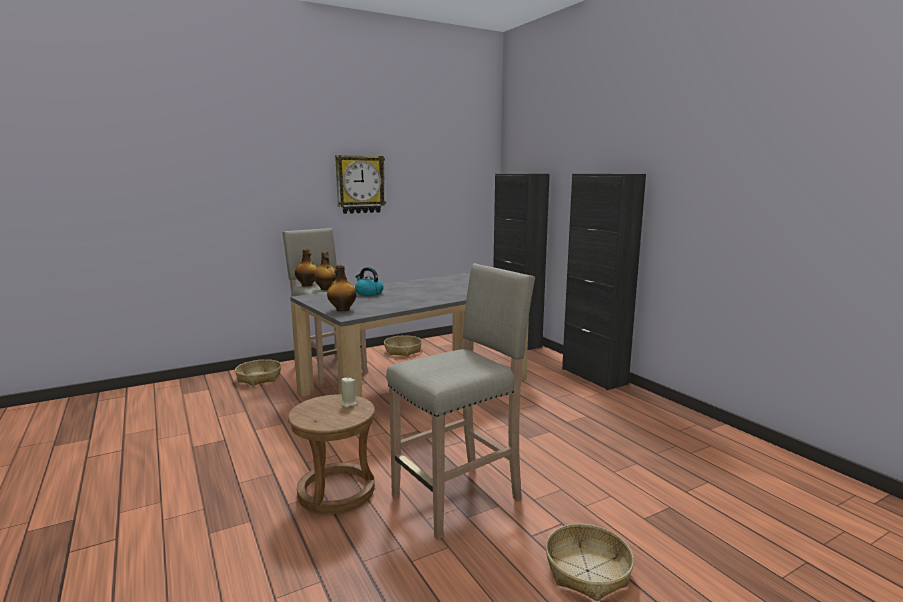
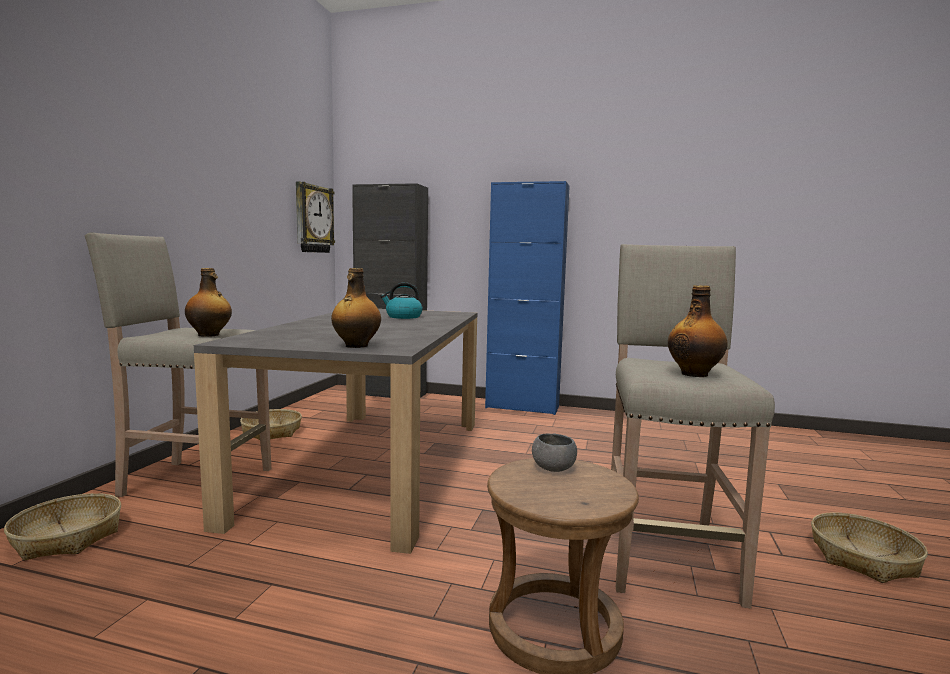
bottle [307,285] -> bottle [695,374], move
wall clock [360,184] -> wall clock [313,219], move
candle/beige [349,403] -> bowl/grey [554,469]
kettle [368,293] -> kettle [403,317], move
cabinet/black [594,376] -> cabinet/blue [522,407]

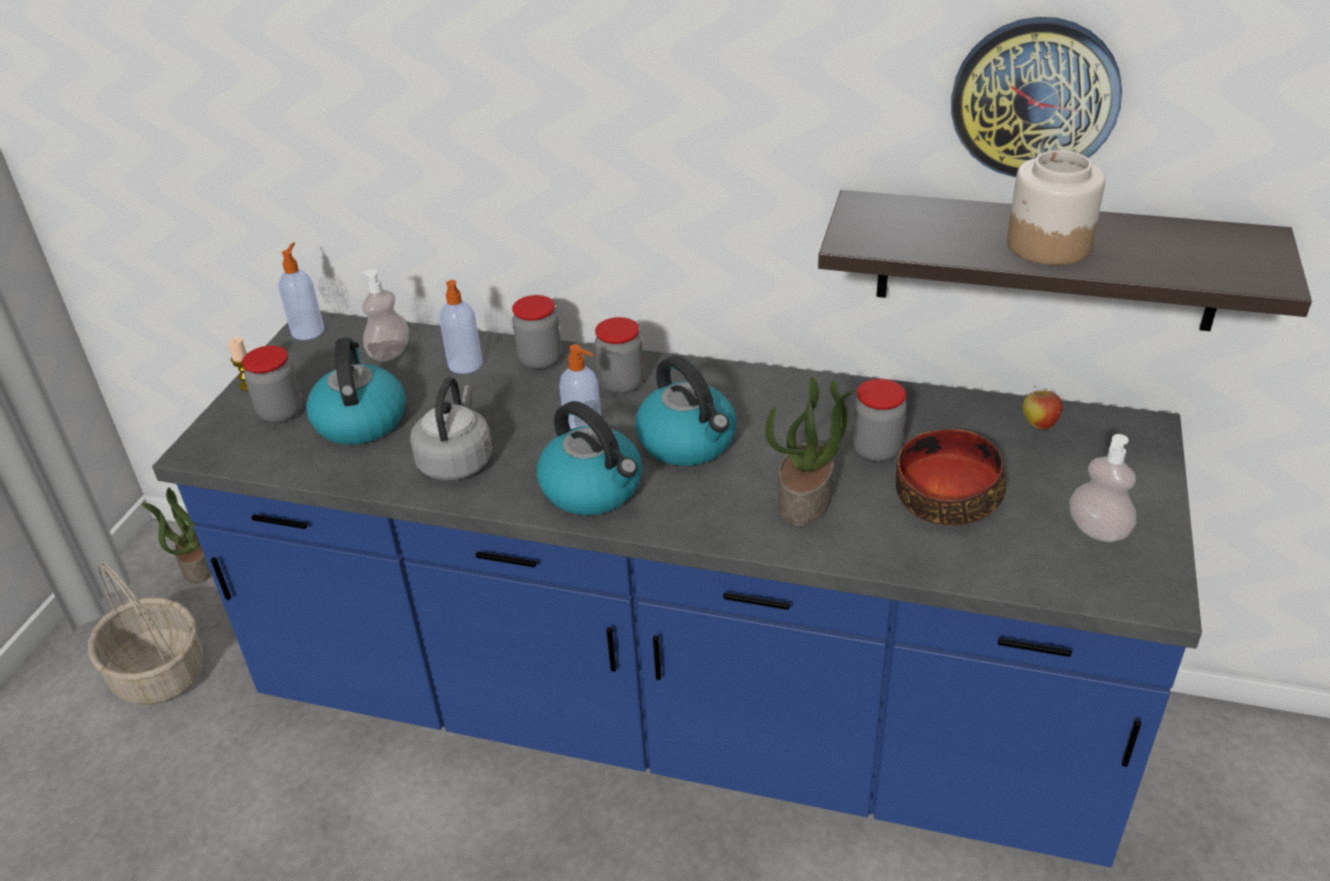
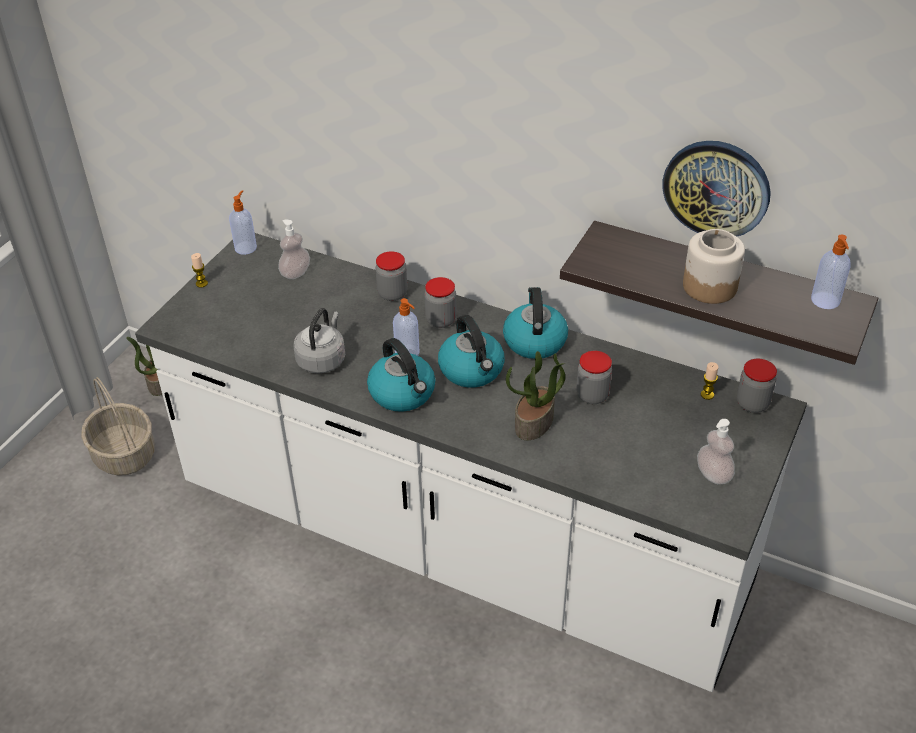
counter/blue [679,711] -> counter/white [461,540]
jar [281,412] -> jar [752,404], move
kettle [360,420] -> kettle [534,340], move
soap dispenser [465,365] -> soap dispenser [825,301], move
bowl [946,495] -> none
apple [1038,424] -> candle [707,395]

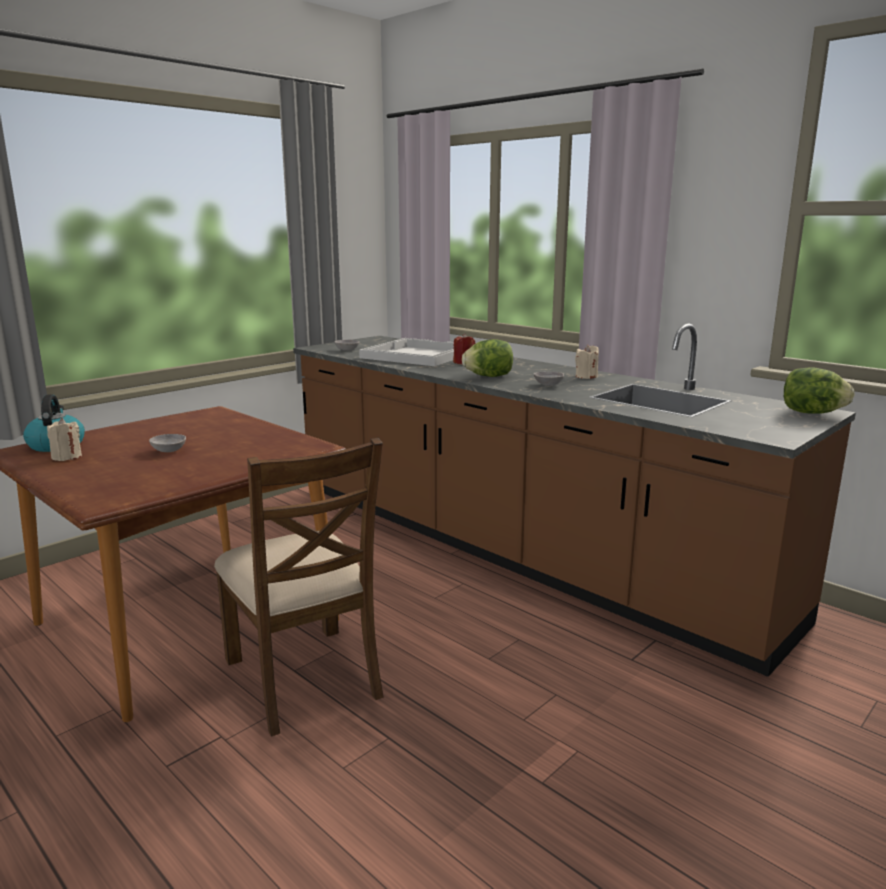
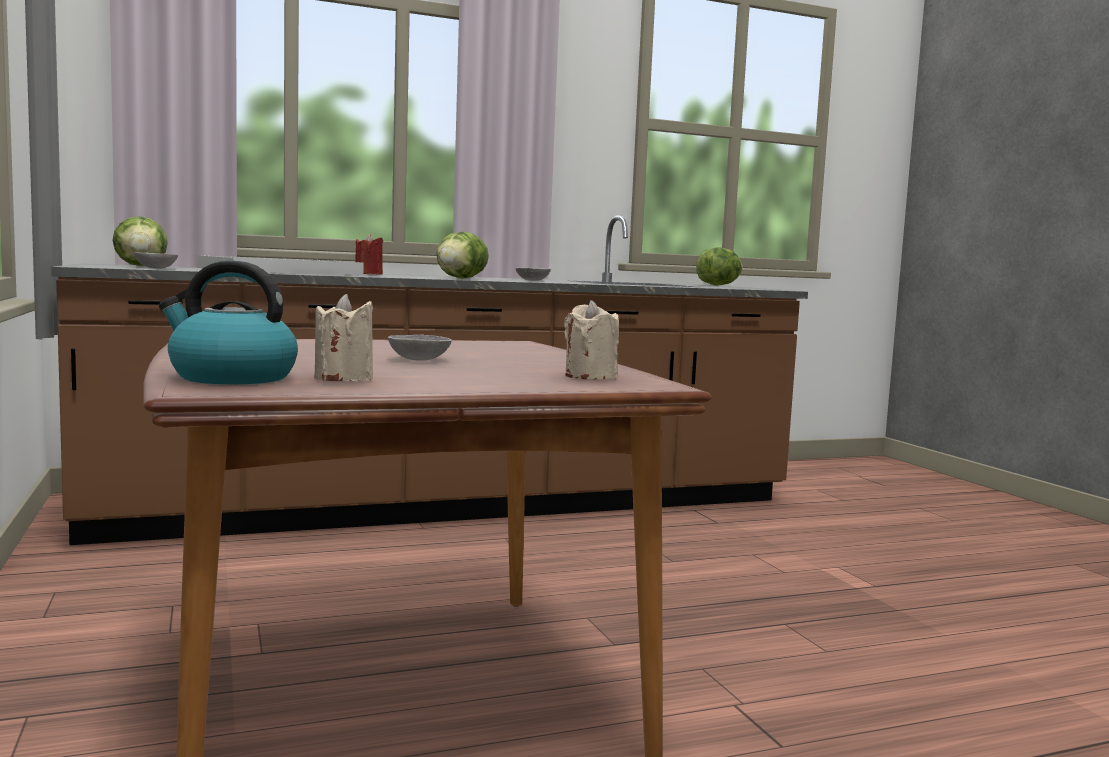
chair/brown [304,677] -> none
candle/beige [586,376] -> candle/beige [590,376], move
none -> lettuce [140,266]

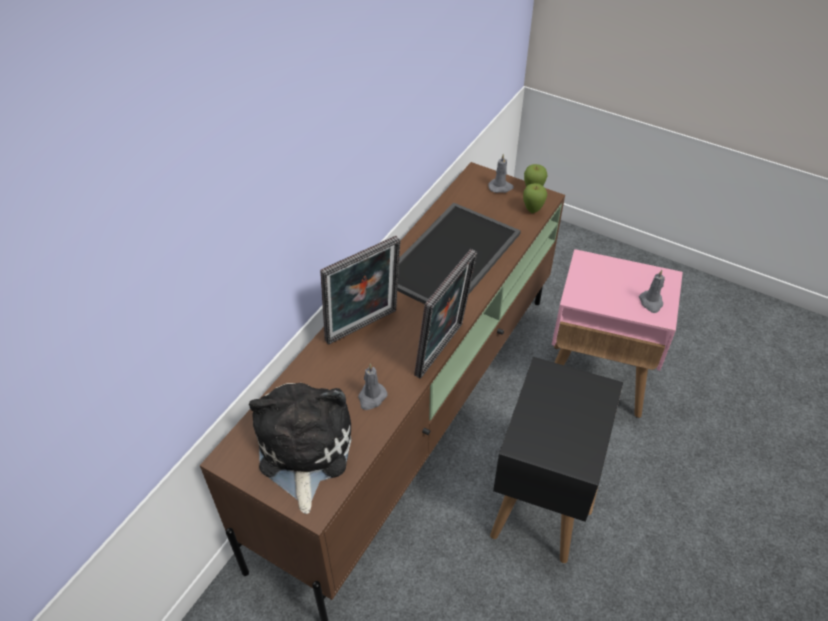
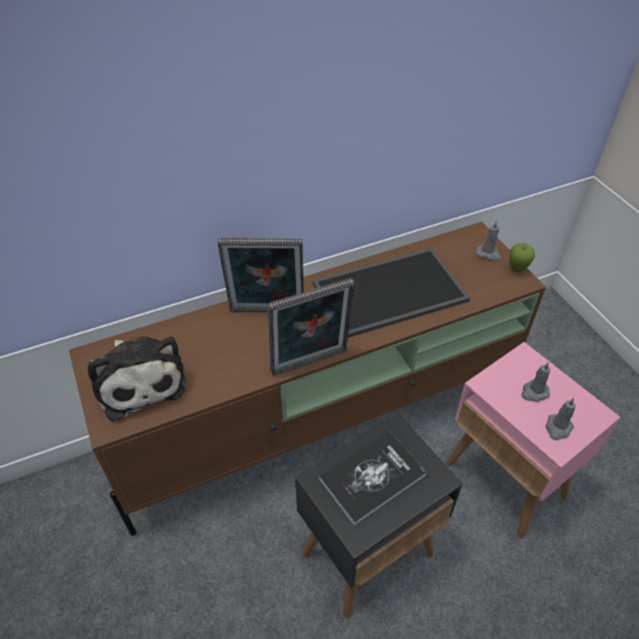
plush toy [303,451] -> plush toy [139,380], 120 degrees clockwise
candle/grey [371,397] -> candle/grey [534,392], move
apple [532,210] -> none
none -> book [372,477]

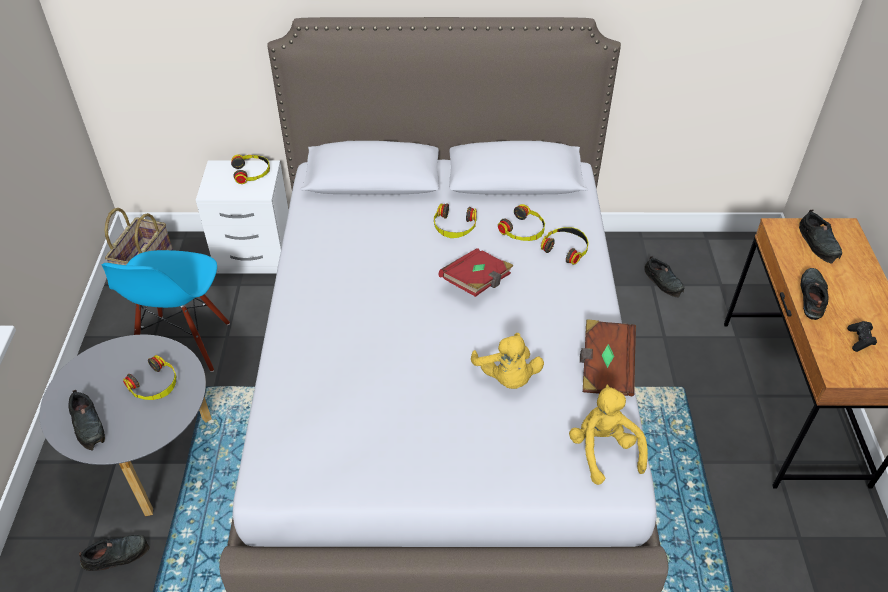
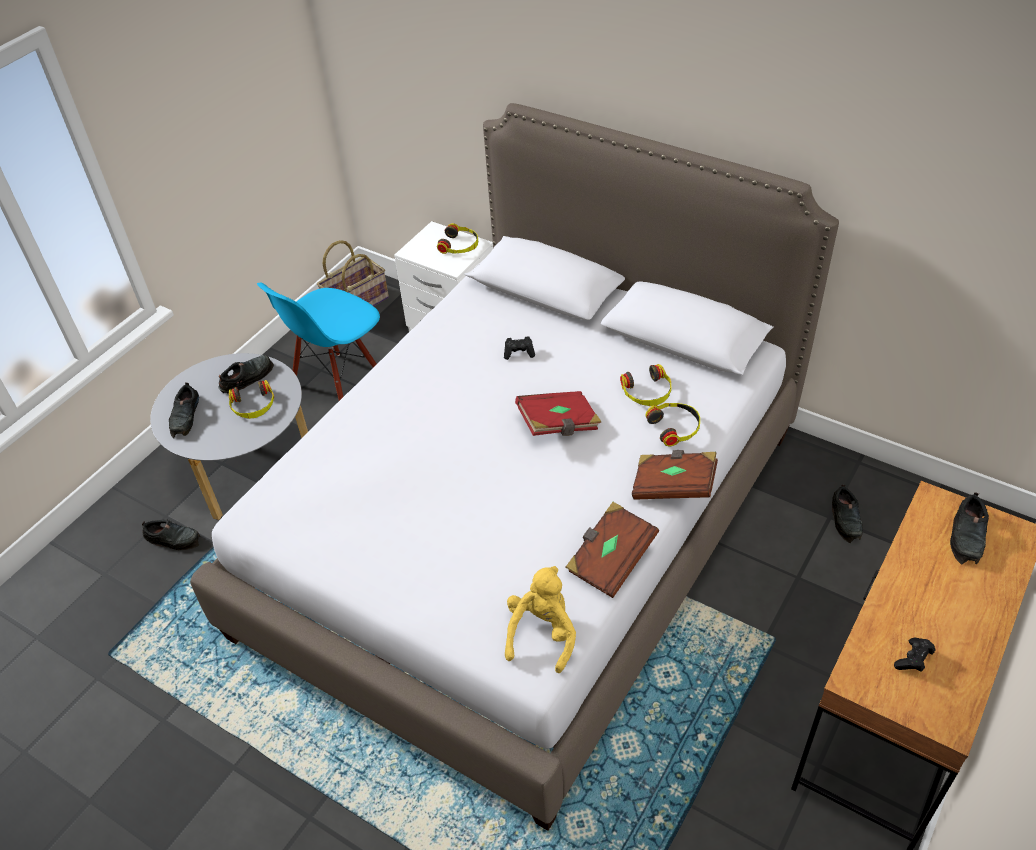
headphones [454,226] -> none
plush toy/yellow [507,377] -> none
shoe/black [811,296] -> shoe/black [247,377], move
none -> game controller/black [519,353]
none -> book/brown [673,486]

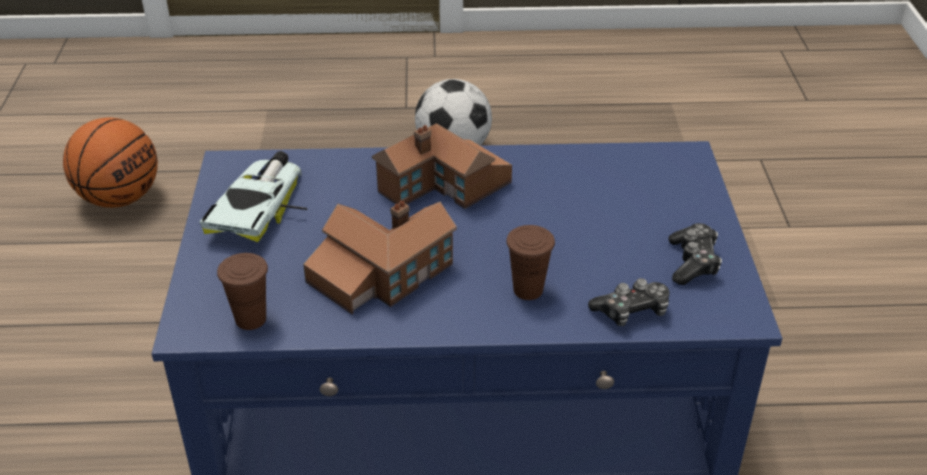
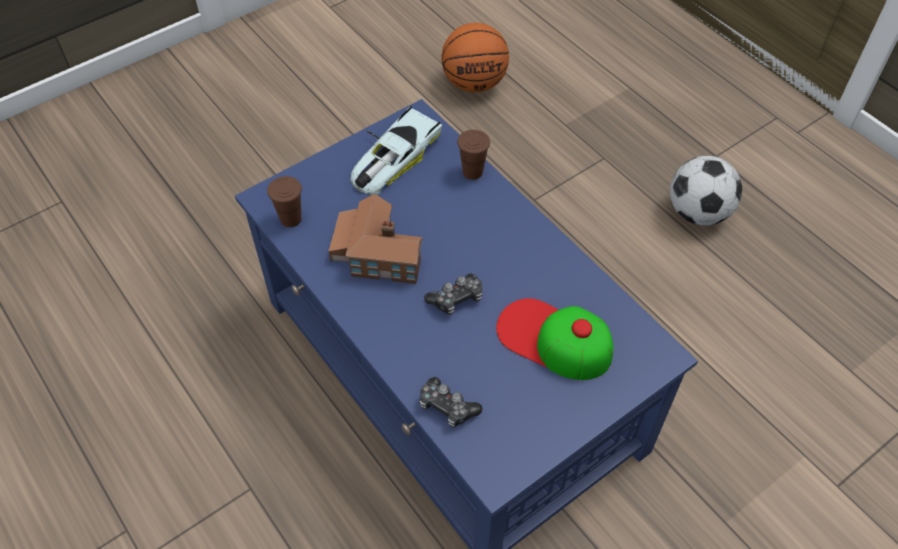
toy car [261,205] -> toy car [392,158], 150 degrees clockwise
toy house [444,186] -> none
cup/brown [528,290] -> cup/brown [472,172], move
game controller [693,262] -> game controller [456,299], move
none -> cap [554,339]

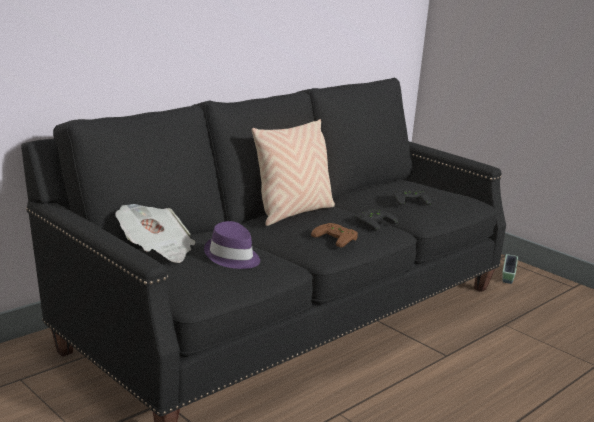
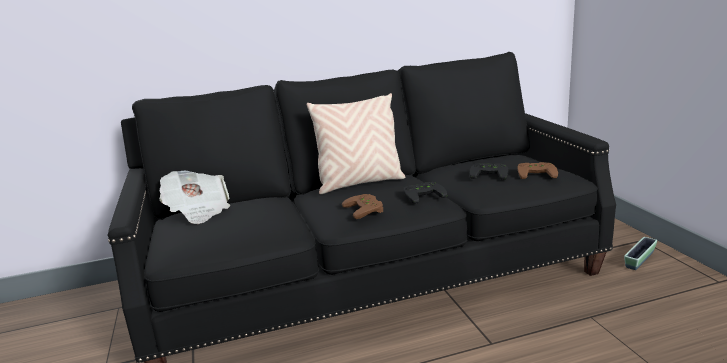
hat/purple [232,257] -> none
none -> game controller/brown [536,173]

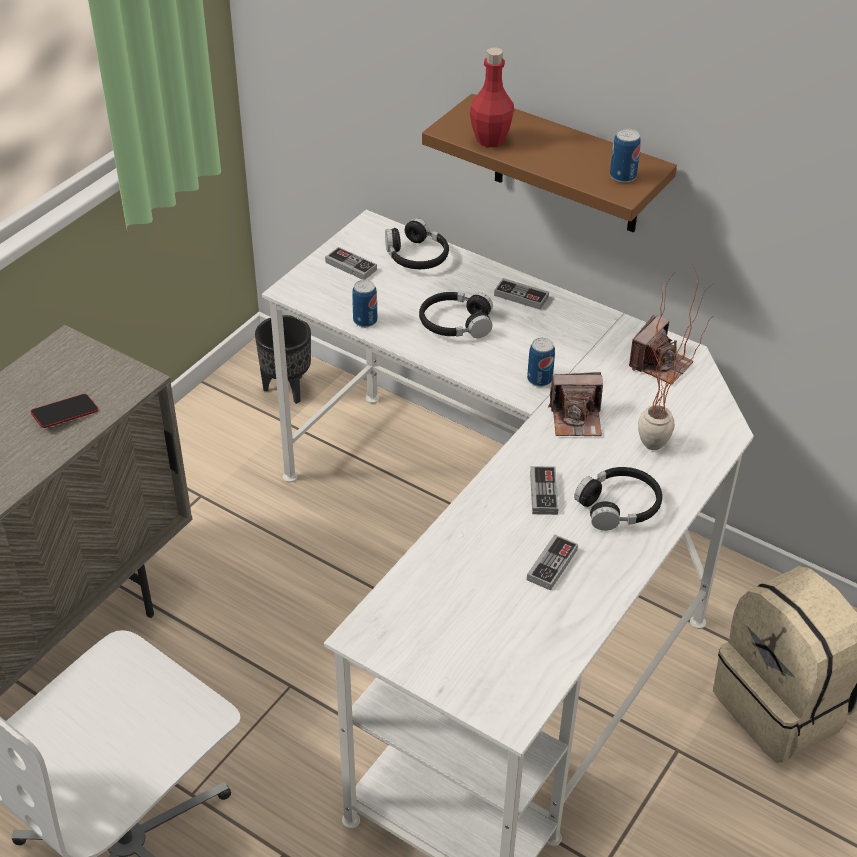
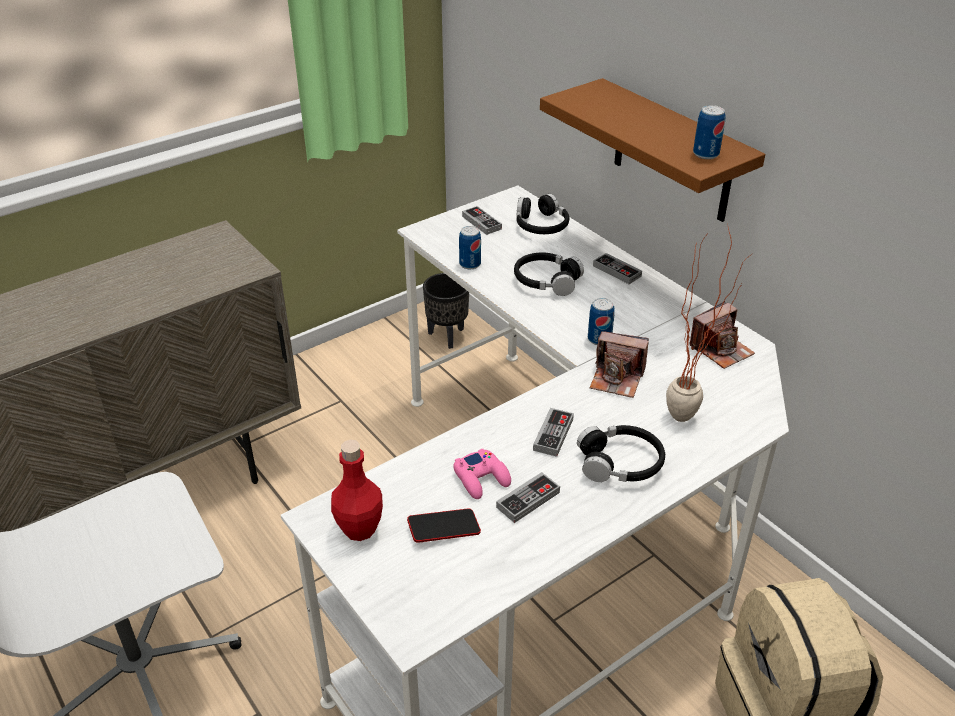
phone [65,414] -> phone [444,529], move
bottle/red [490,140] -> bottle/red [359,529], move
none -> game controller/pink [482,478]

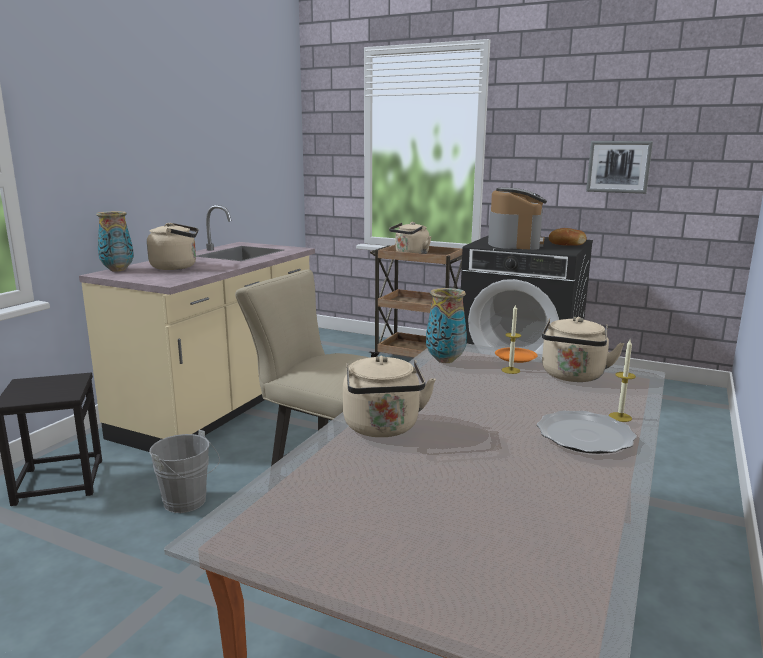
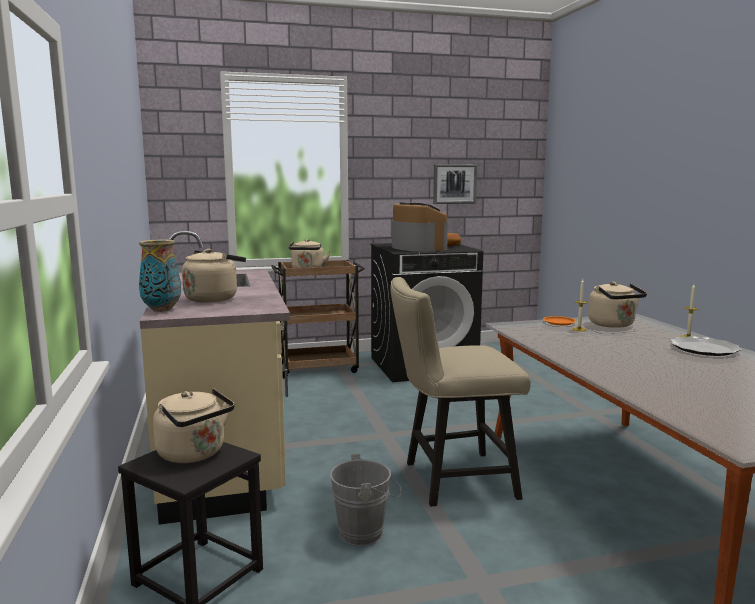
kettle/beige [383,428] -> kettle/beige [194,454], move
vase [444,360] -> none

